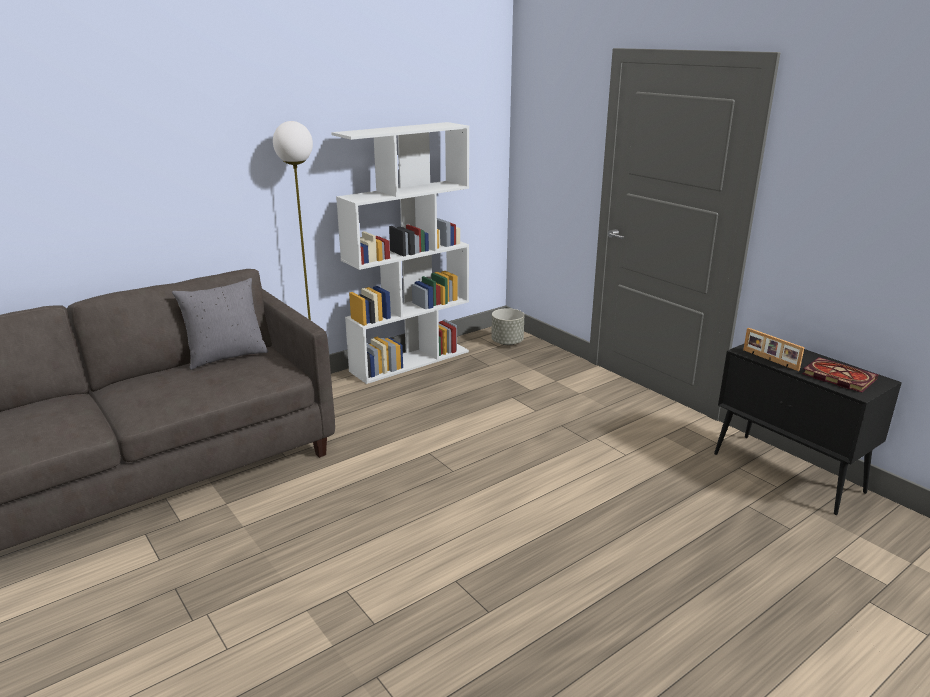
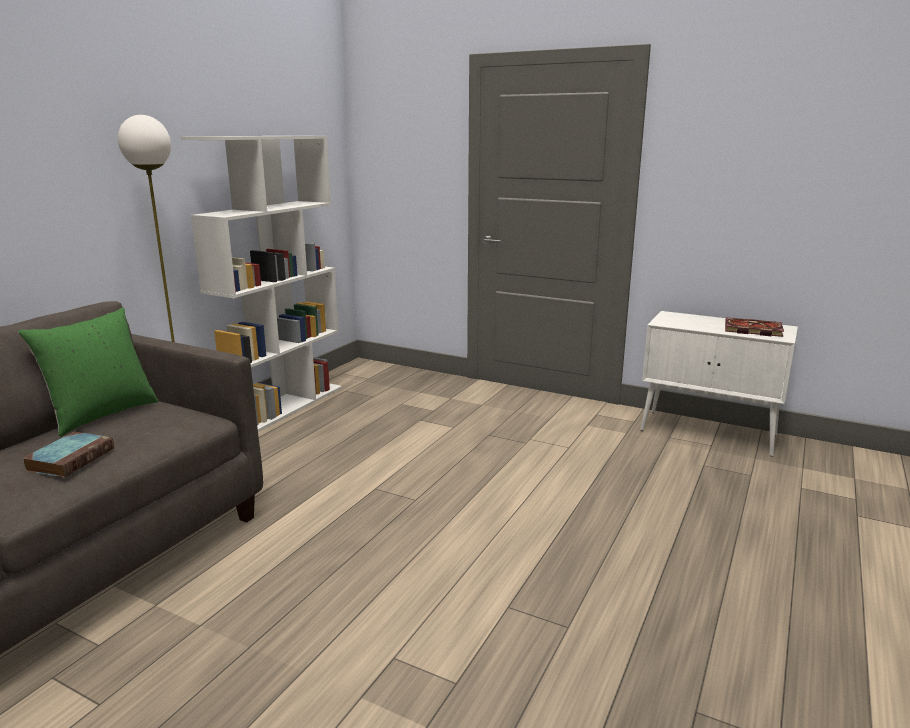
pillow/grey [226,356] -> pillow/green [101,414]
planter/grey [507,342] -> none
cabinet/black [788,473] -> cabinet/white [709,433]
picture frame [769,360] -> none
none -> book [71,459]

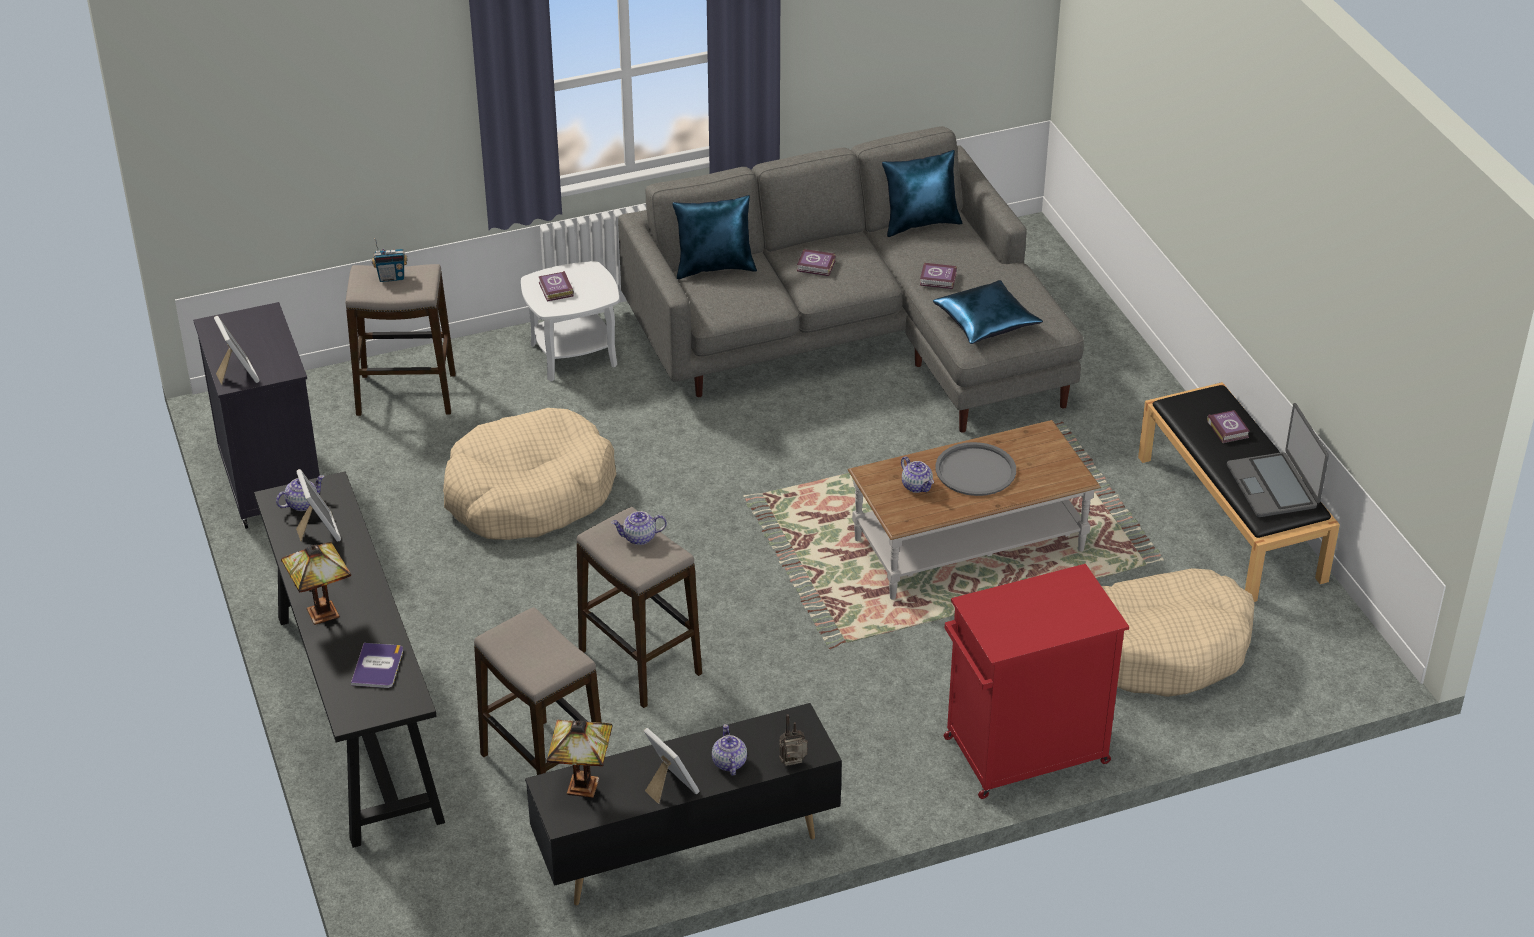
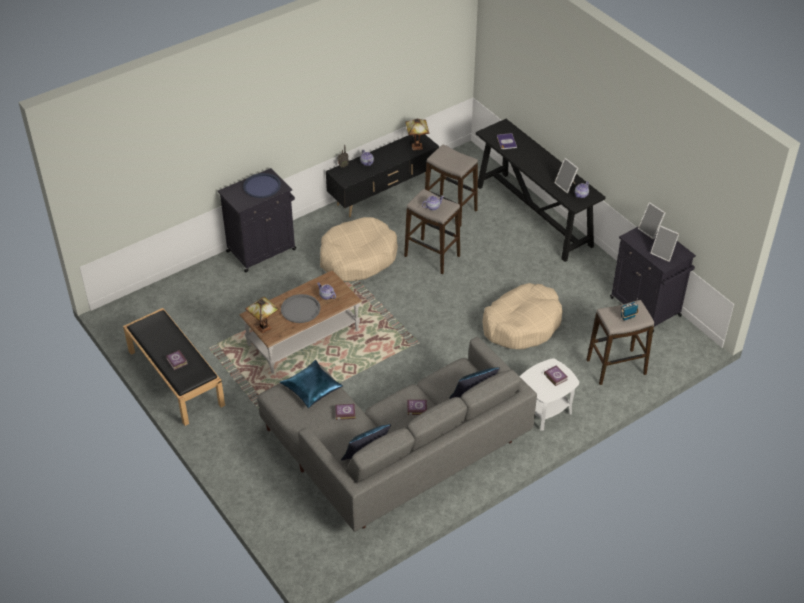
table lamp [320,612] -> table lamp [265,328], move
picture frame [669,787] -> picture frame [663,253], move
cabinet/red [1023,752] -> cabinet/black [262,250]
dog bed/beige [1162,647] -> dog bed/beige [357,258], move
laptop [1273,486] -> none
none -> tray/blue [262,186]

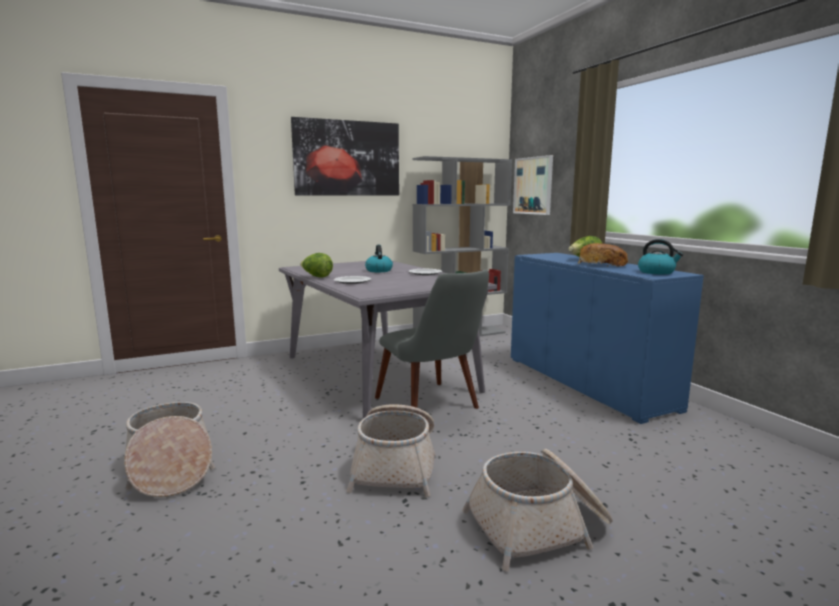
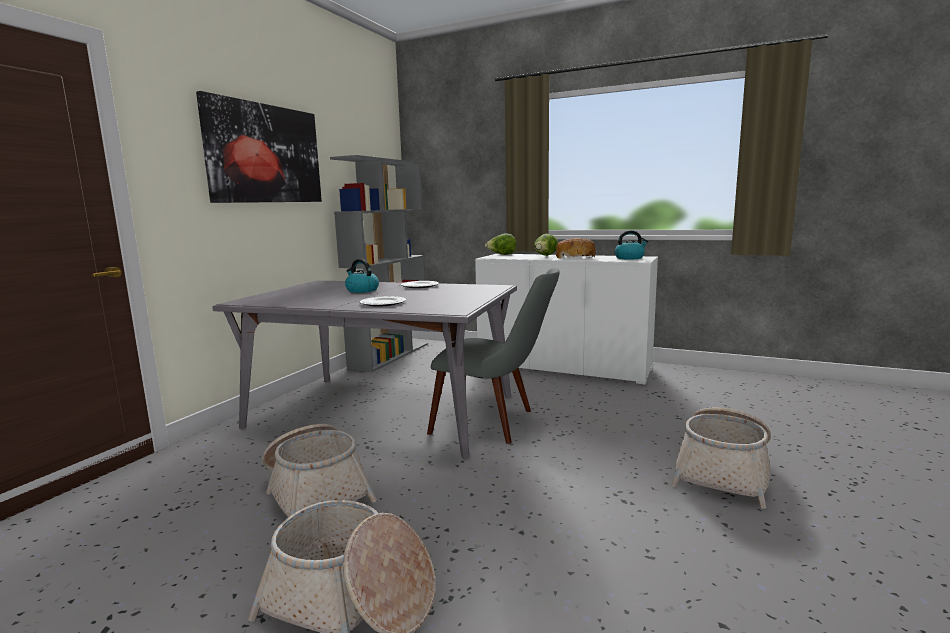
lettuce [316,277] -> lettuce [501,255], move
basket [396,465] -> basket [316,491], move
cabinet/blue [586,382] -> cabinet/white [563,367]
picture [533,185] -> none

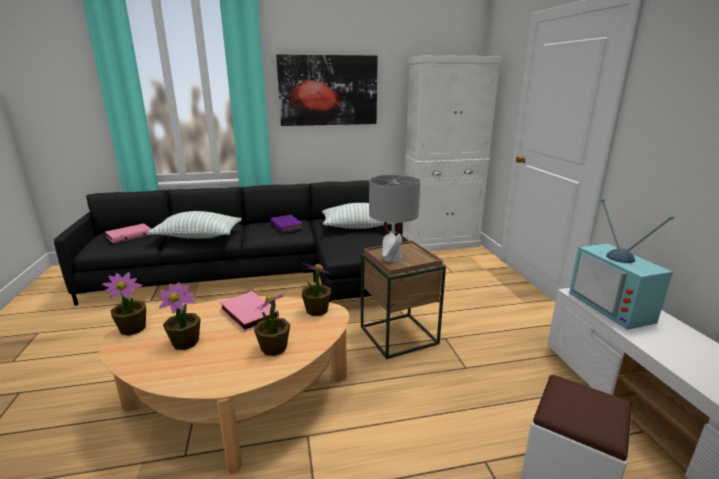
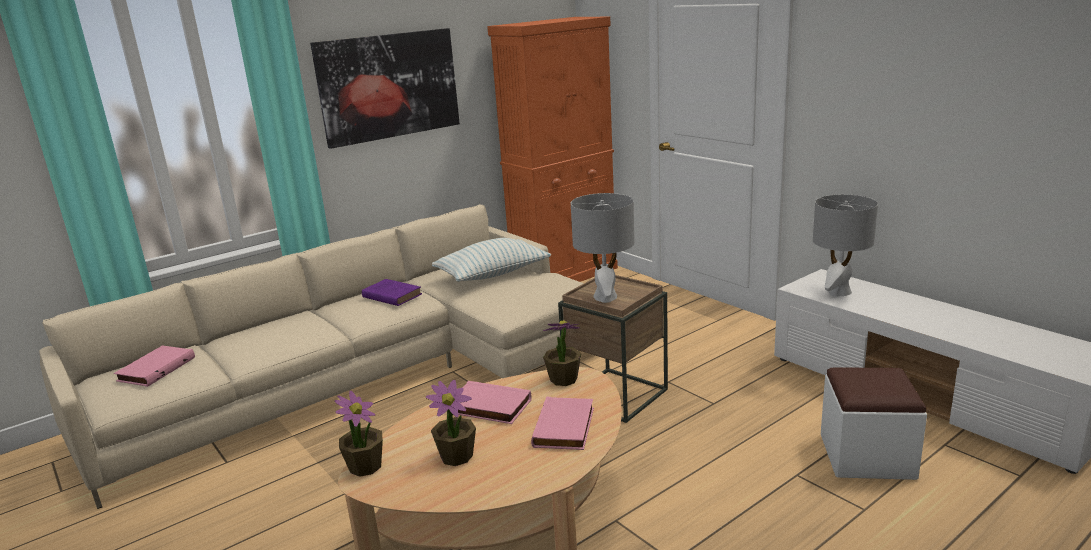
sofa/black [266,275] -> sofa/beige [371,378]
pillow [198,236] -> none
potted plant [274,348] -> book/pink [566,428]
cabinet/white [440,243] -> cabinet/orange [565,275]
television [614,307] -> table lamp/grey [838,292]

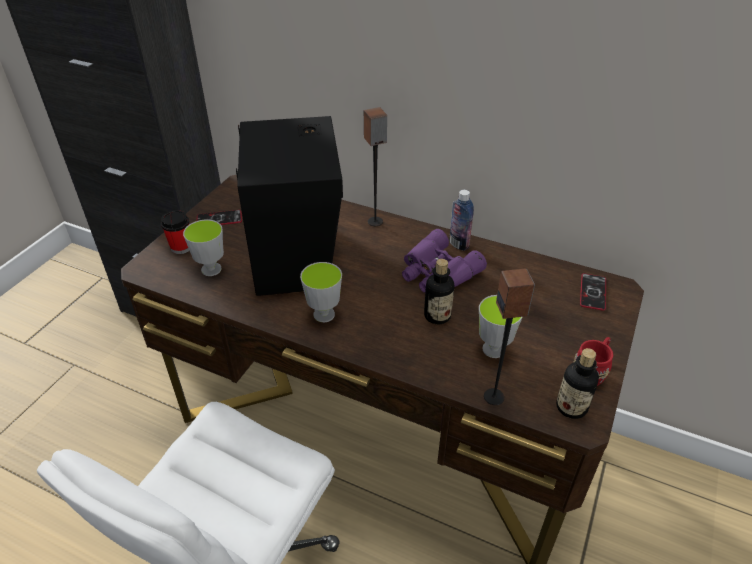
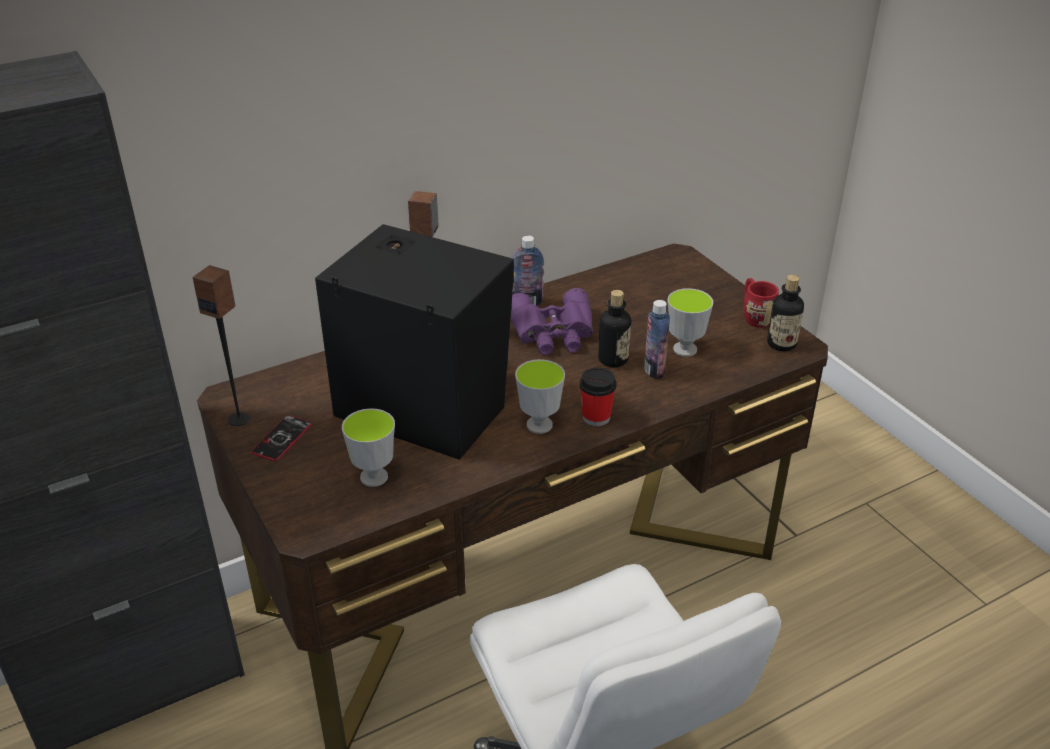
cup [181,247] -> cup [596,417], move
speaker [494,397] -> speaker [239,418], move
phone [592,292] -> none
none -> bottle [654,370]

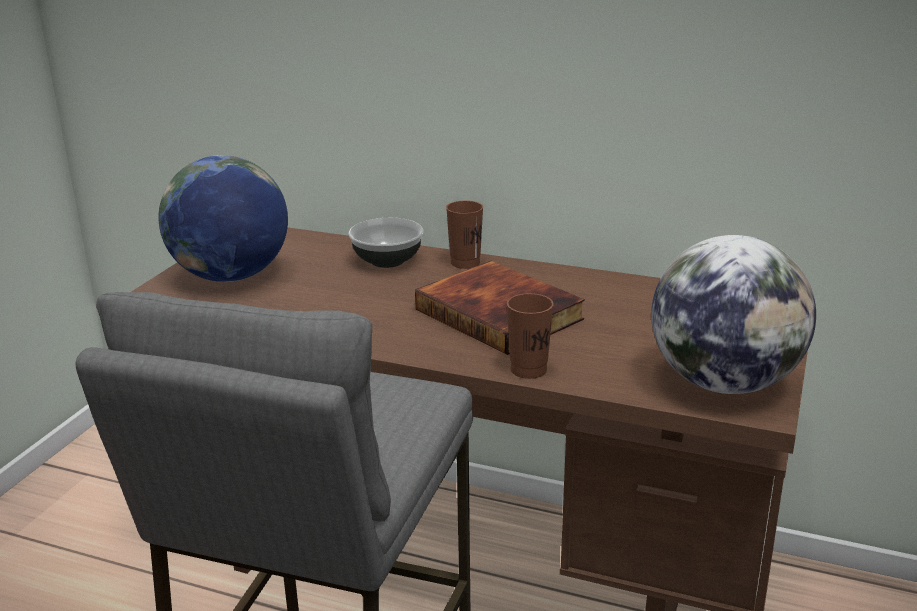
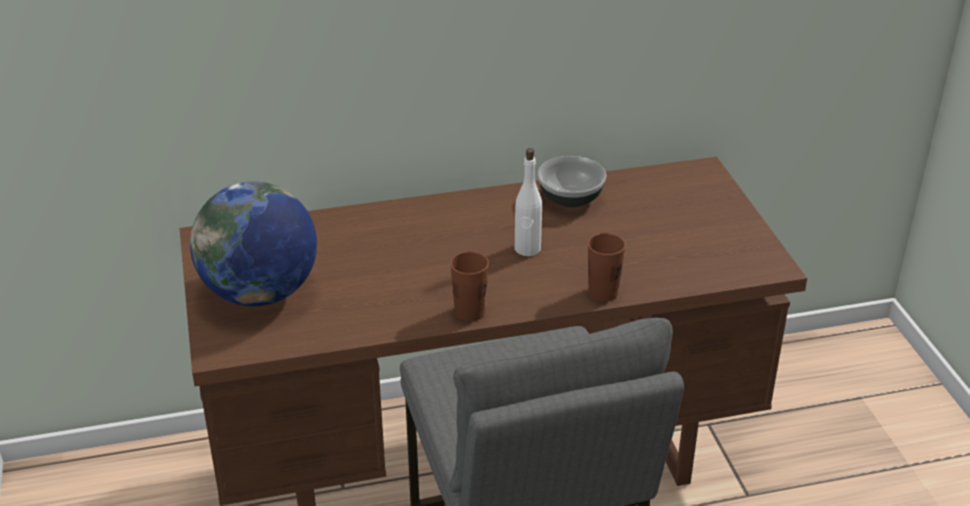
bowl [387,260] -> bowl [569,198], move
book [501,313] -> bottle/white [527,249]
cup/brown [465,263] -> cup/brown [469,312], move
globe [724,382] -> none

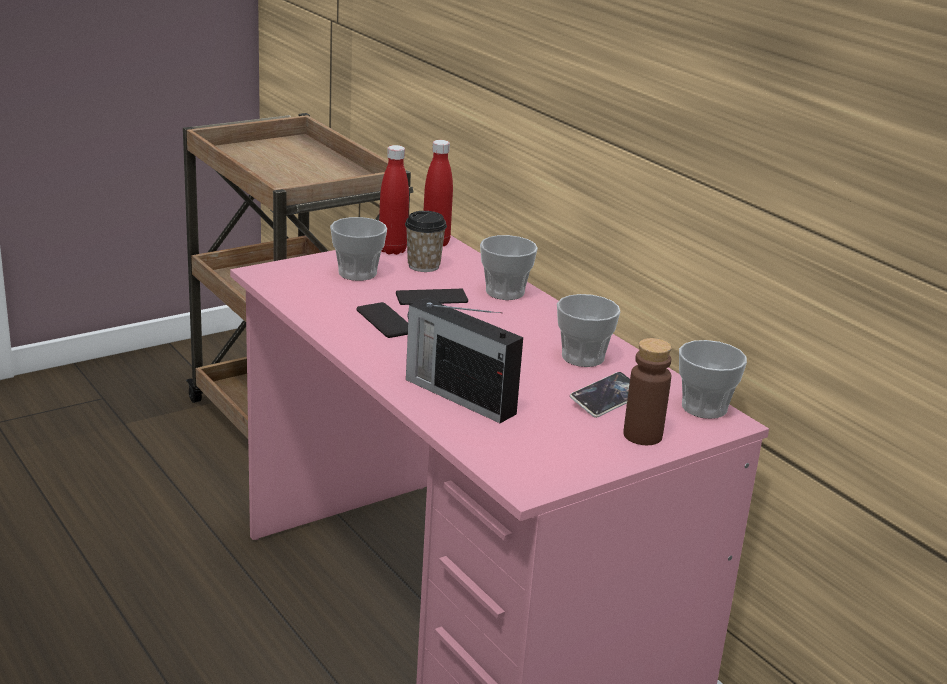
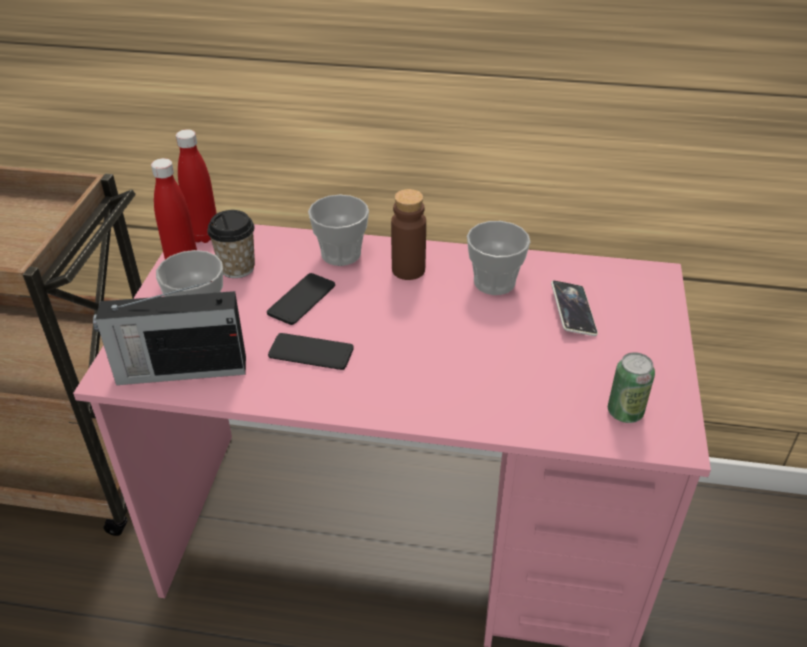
radio [458,395] -> radio [179,370], move
bottle/brown [642,435] -> bottle/brown [408,270], move
cup [704,407] -> none
none -> can [625,412]

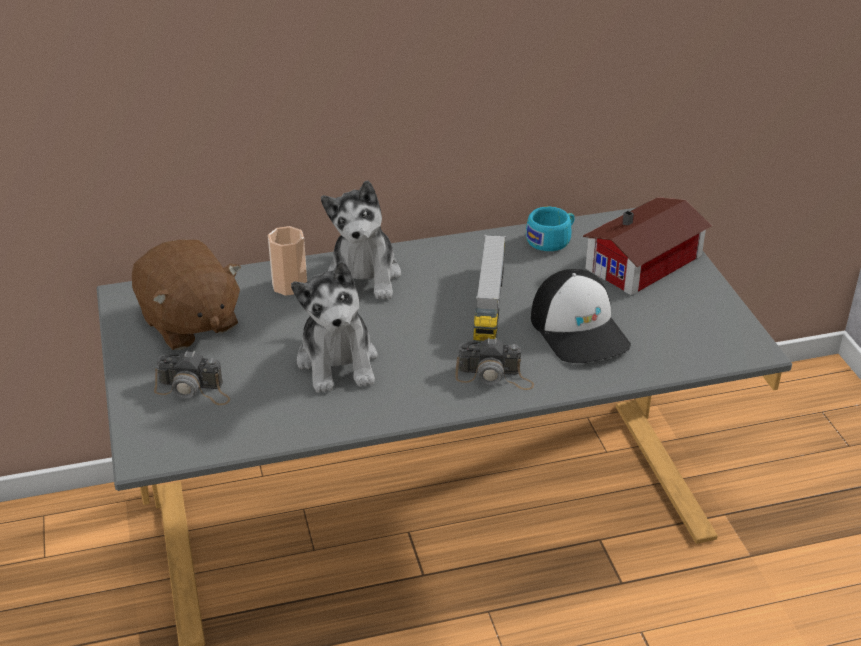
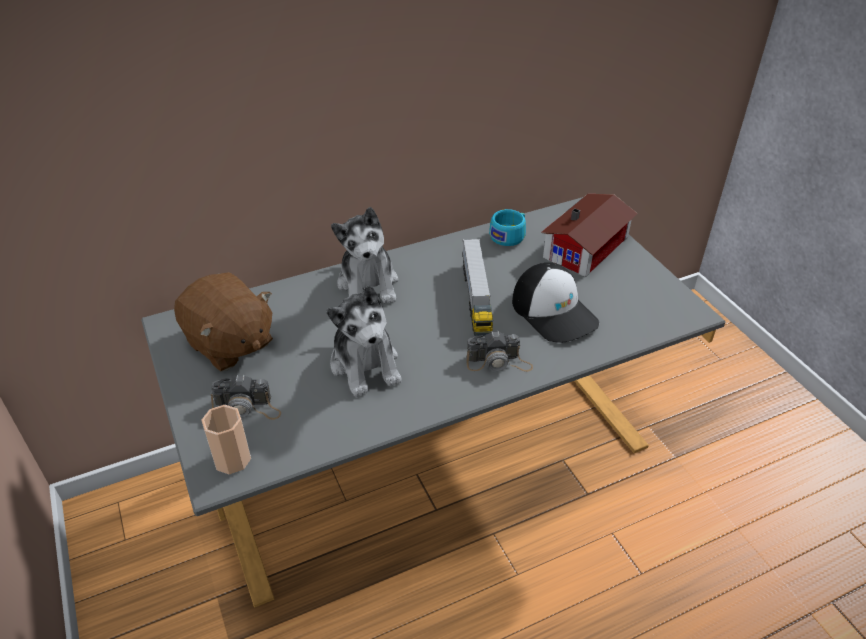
cup [289,285] -> cup [232,459], move

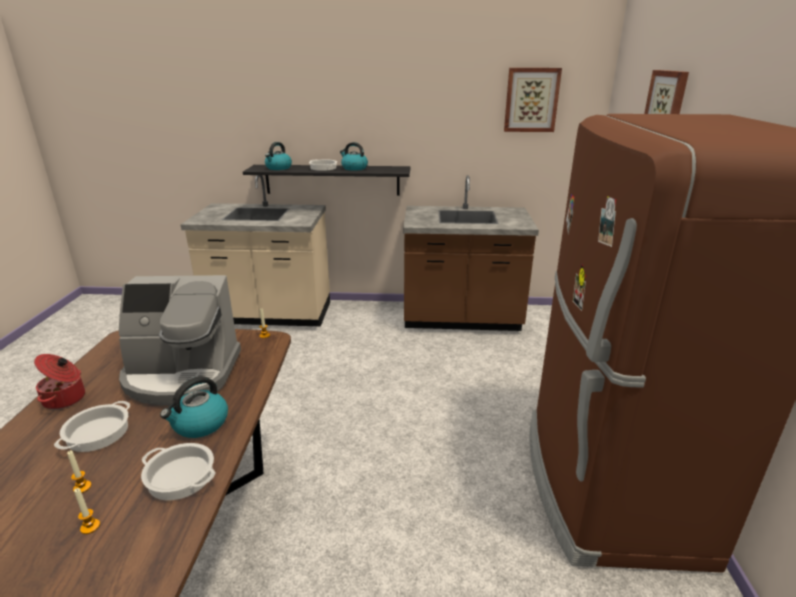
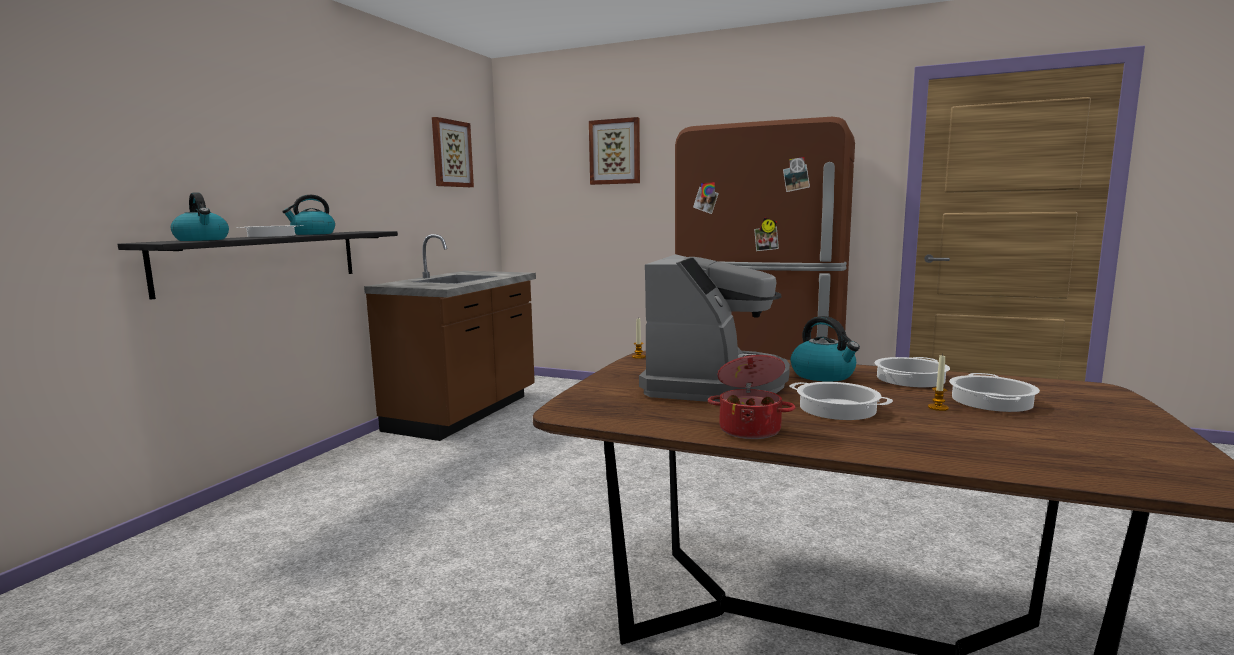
candle [90,527] -> cooking pot [992,401]
counter/beige [269,315] -> none

